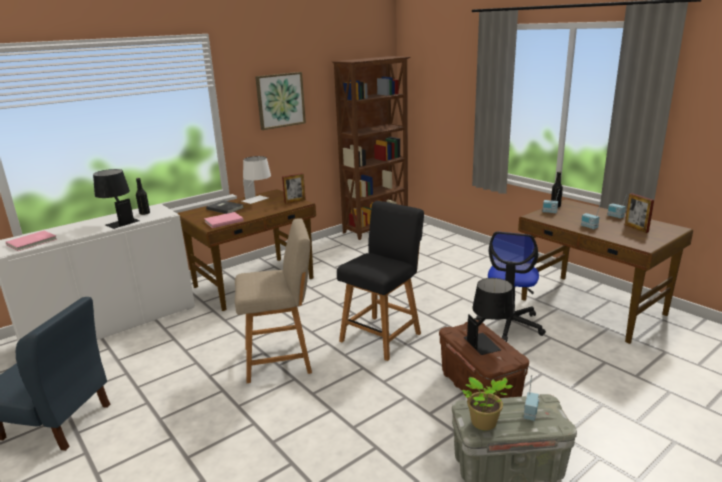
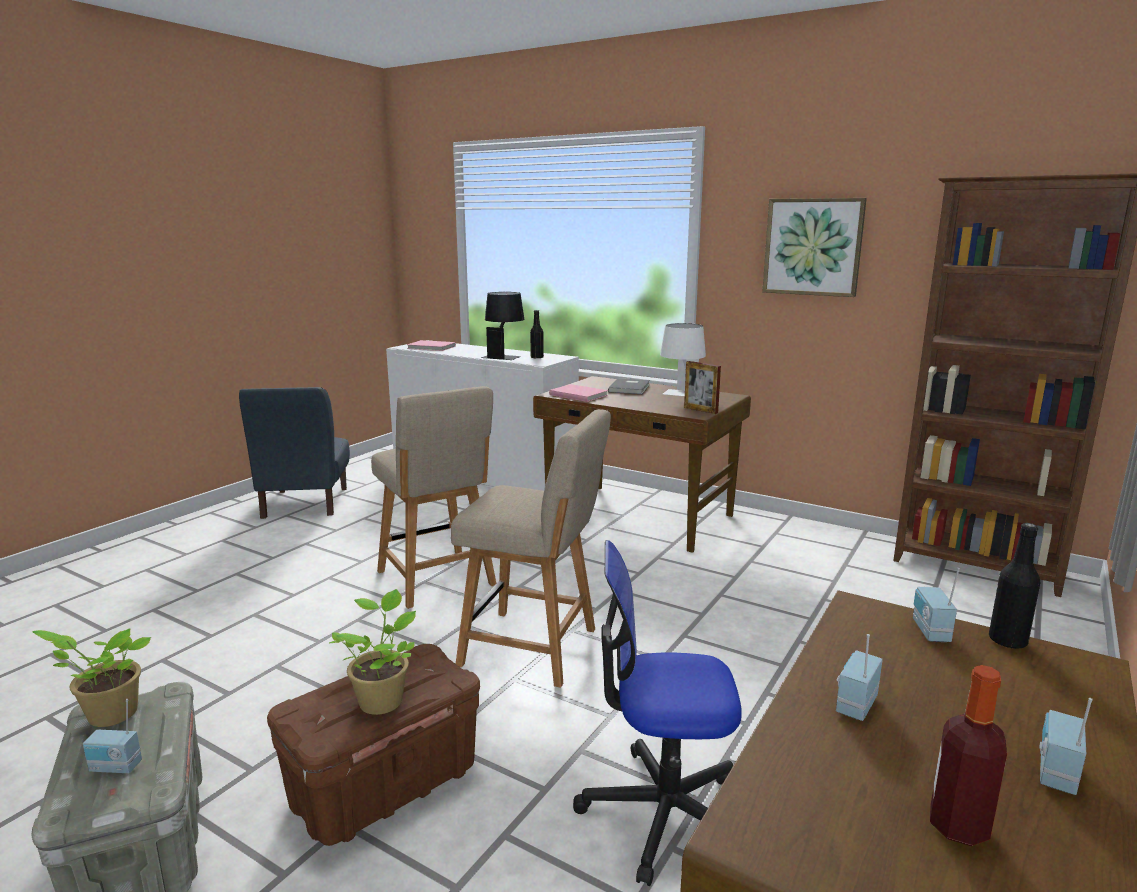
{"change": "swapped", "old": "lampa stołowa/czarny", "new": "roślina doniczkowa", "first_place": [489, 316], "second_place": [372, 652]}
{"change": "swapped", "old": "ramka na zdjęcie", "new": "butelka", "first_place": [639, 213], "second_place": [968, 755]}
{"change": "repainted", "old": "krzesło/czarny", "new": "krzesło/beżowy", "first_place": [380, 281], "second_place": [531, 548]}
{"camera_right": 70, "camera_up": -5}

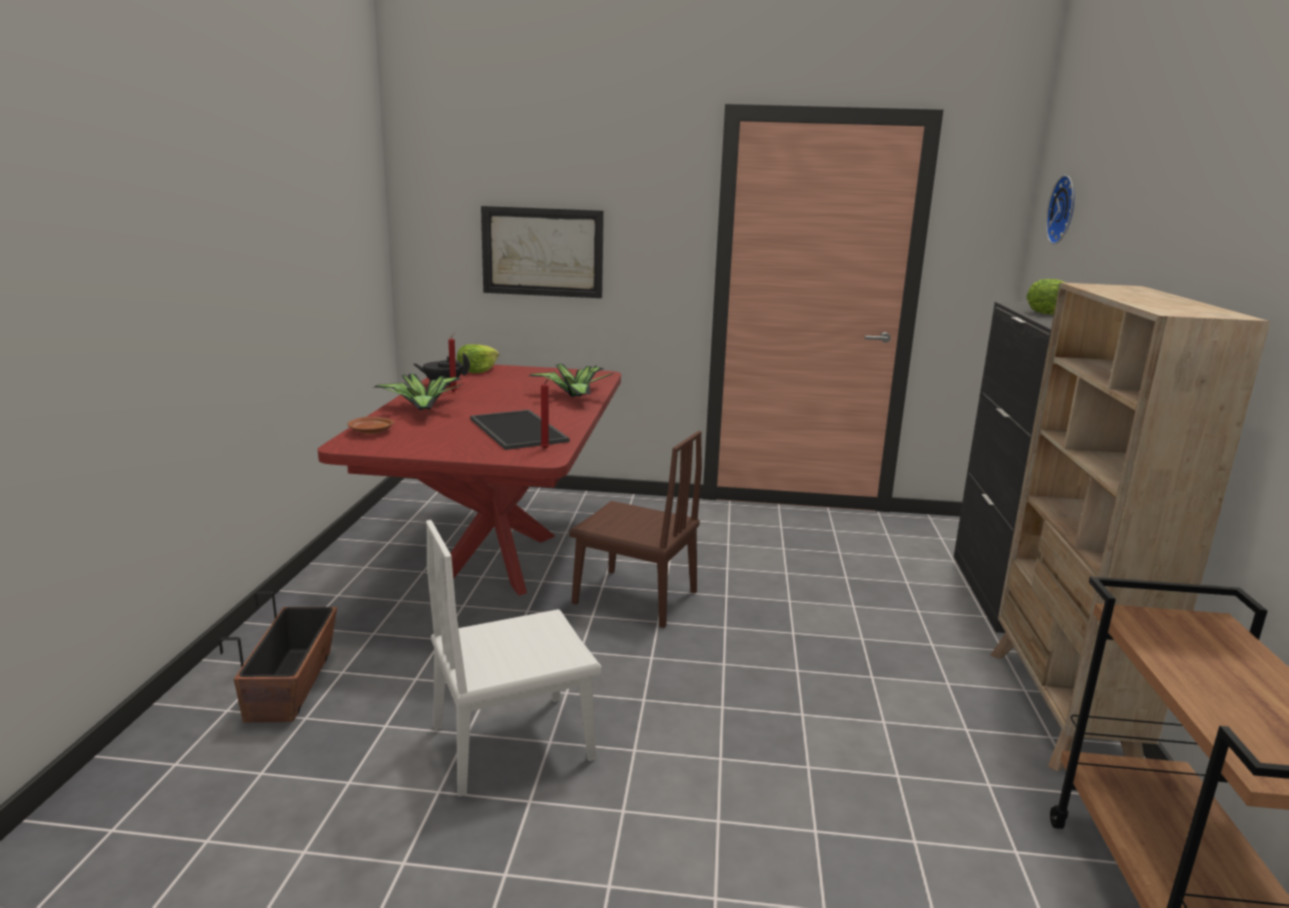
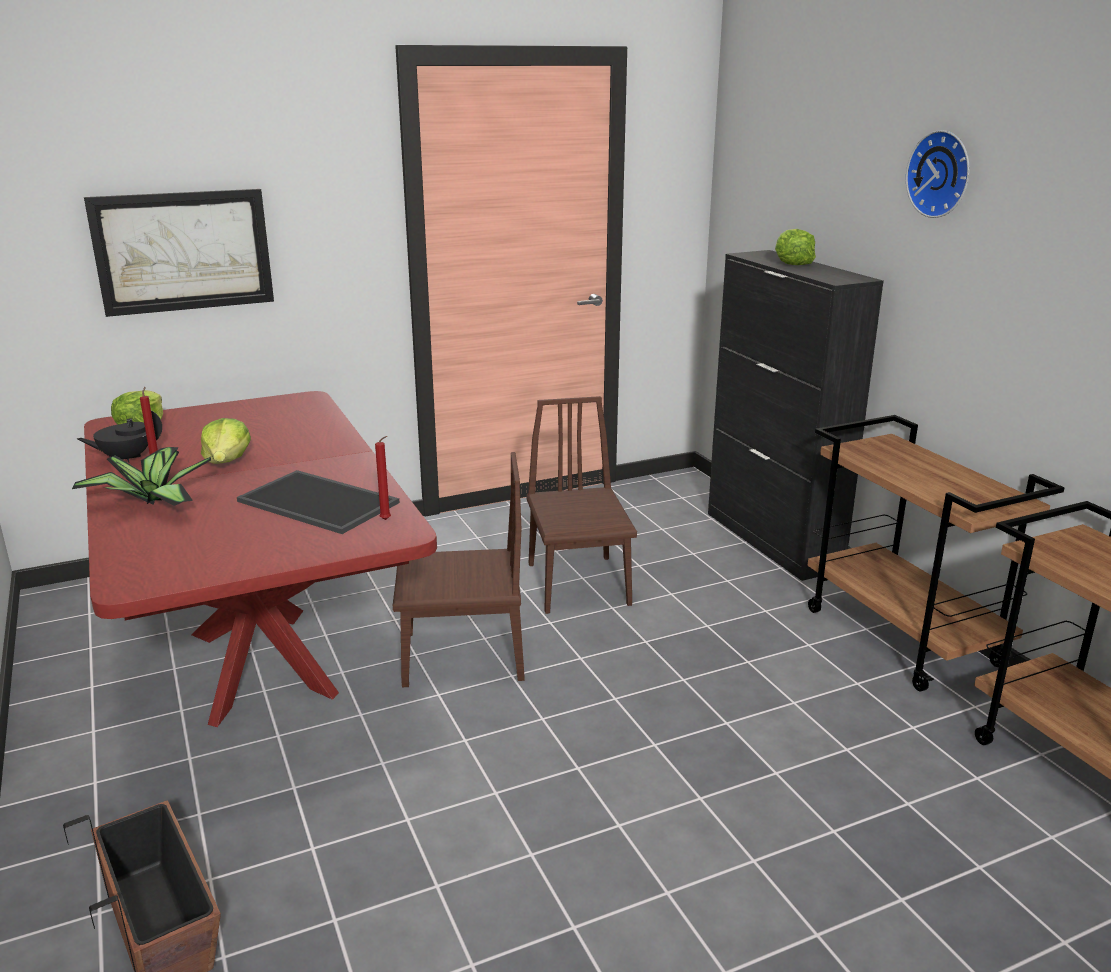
{"change": "gone", "old": "talerz/brązowy", "first_place": [371, 425]}
{"change": "gone", "old": "krzesło/biały", "first_place": [514, 658]}
{"change": "gone", "old": "roślina doniczkowa", "first_place": [571, 381]}
{"change": "new", "new": "sałata", "second_place": [226, 441]}
{"change": "new", "new": "krzesło/brązowy", "second_place": [581, 505]}
{"change": "shifted", "old": "zegar ścienny", "first_place": [1060, 209], "second_place": [938, 174]}
{"change": "swapped", "old": "regał/beżowy", "new": "wózek/brązowy", "first_place": [1131, 526], "second_place": [936, 553]}
{"camera_right": -30, "camera_up": 5}

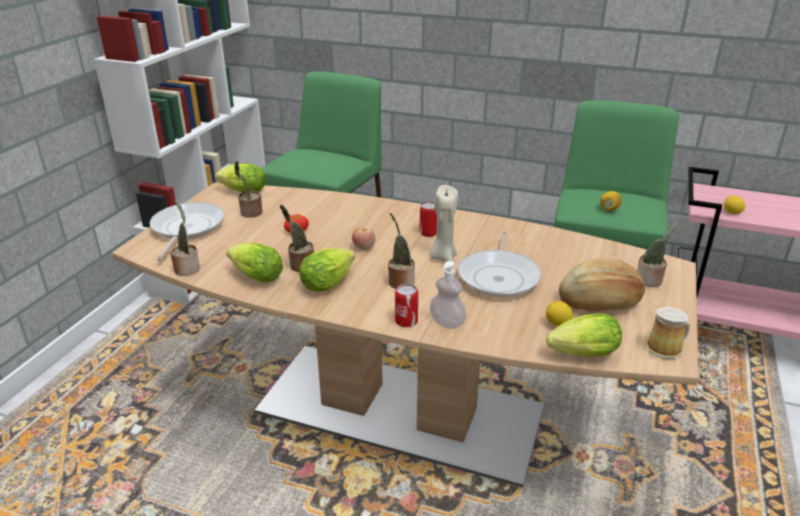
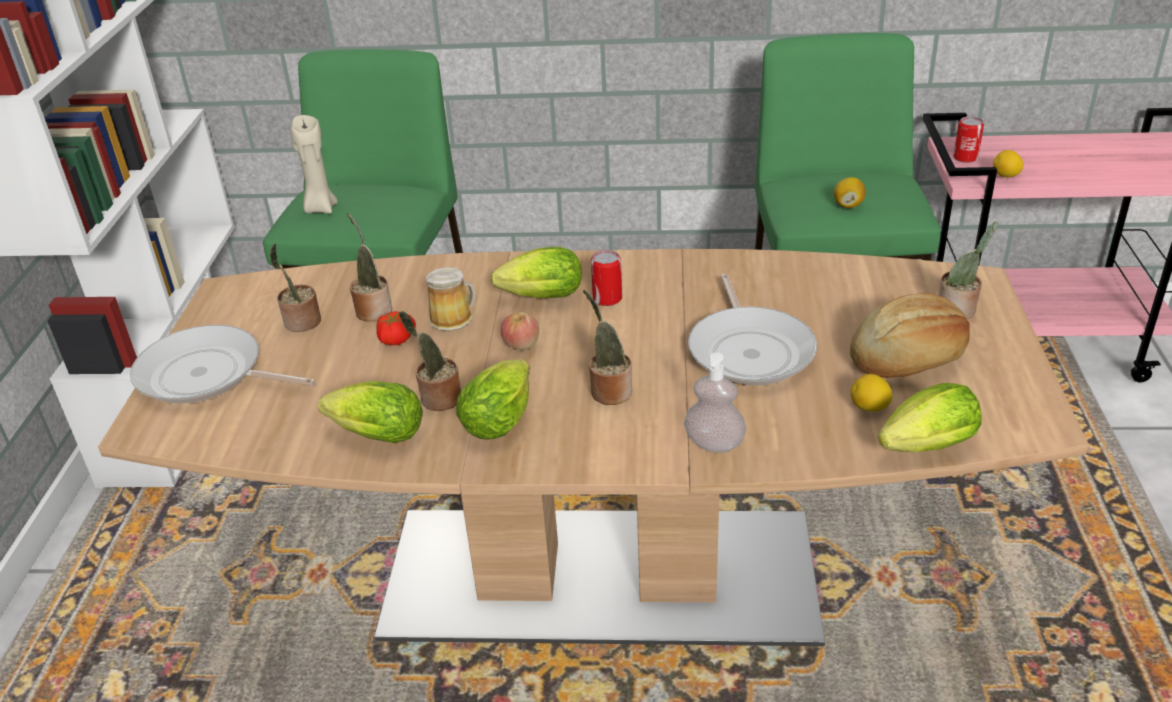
{"change": "shifted", "old": "roślina doniczkowa", "first_place": [185, 237], "second_place": [369, 267]}
{"change": "shifted", "old": "sałata", "first_place": [240, 177], "second_place": [536, 272]}
{"change": "shifted", "old": "puszka", "first_place": [406, 305], "second_place": [968, 140]}
{"change": "shifted", "old": "świeca/beżowy", "first_place": [444, 223], "second_place": [314, 164]}
{"change": "shifted", "old": "kubek", "first_place": [668, 333], "second_place": [450, 299]}
{"change": "rotated", "old": "patelnia", "first_place": [186, 231], "second_place": [223, 364], "degrees": -60}
{"camera_right": -15, "camera_up": 5}

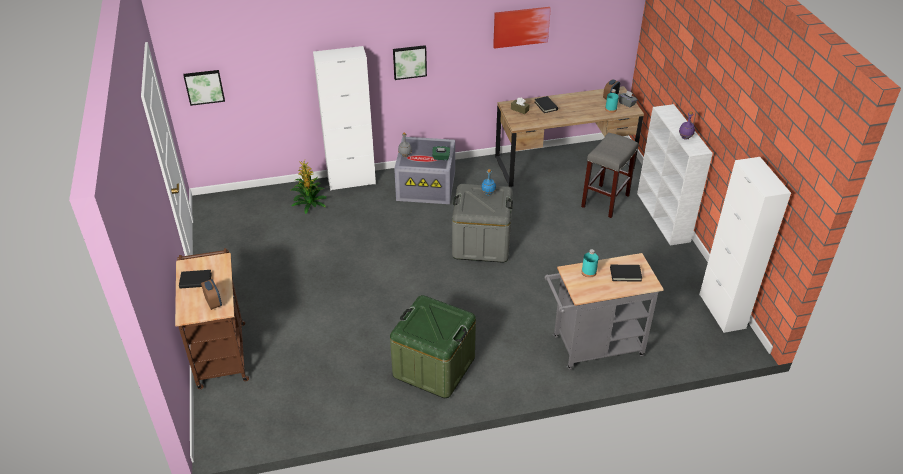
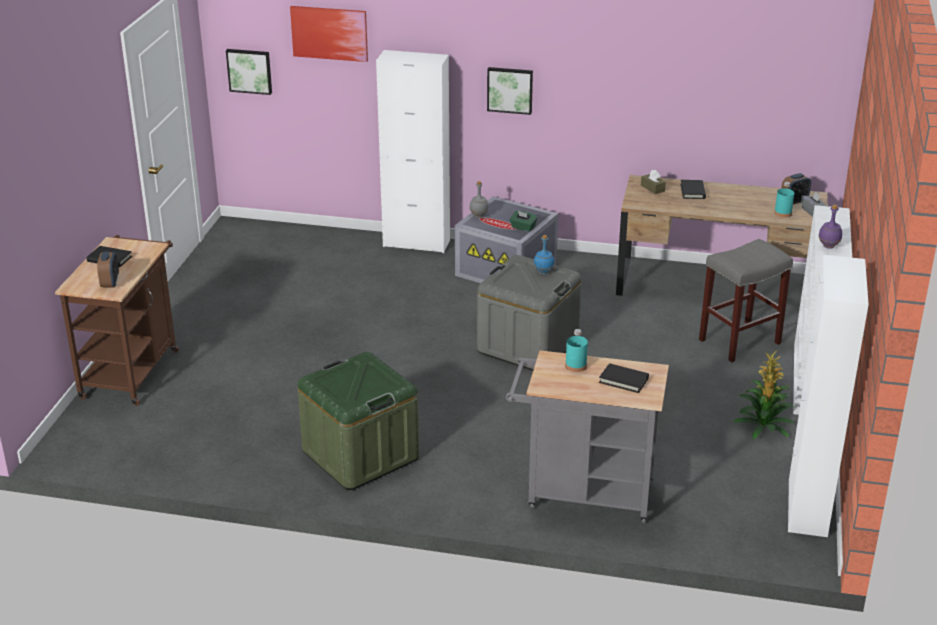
{"change": "shifted", "old": "roślina doniczkowa", "first_place": [309, 186], "second_place": [764, 395]}
{"change": "shifted", "old": "obraz", "first_place": [522, 28], "second_place": [329, 34]}
{"camera_right": 25, "camera_up": -10}

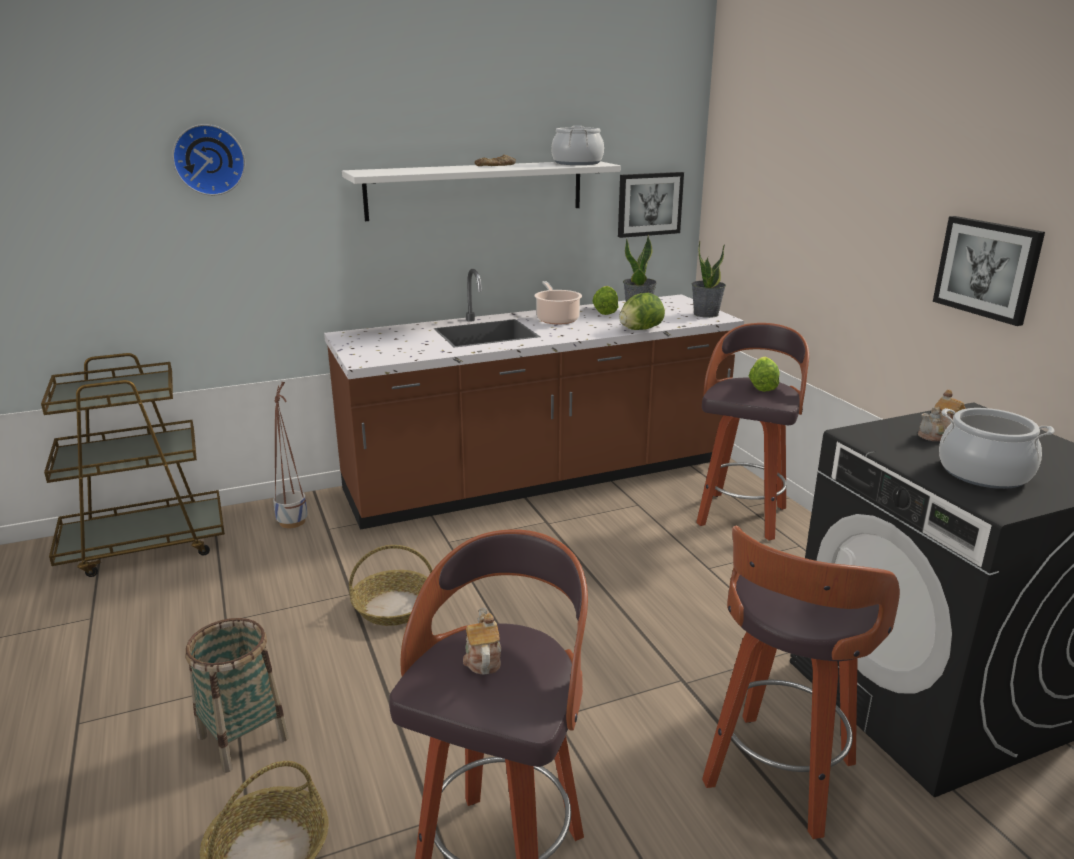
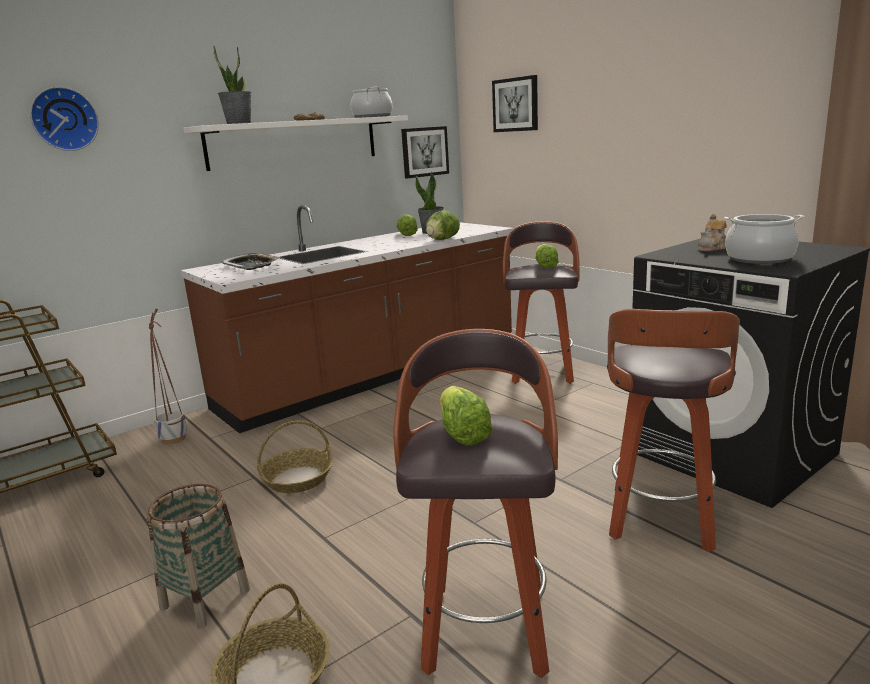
{"change": "gone", "old": "garnek", "first_place": [558, 303]}
{"change": "new", "new": "taca", "second_place": [250, 261]}
{"change": "shifted", "old": "roślina doniczkowa", "first_place": [708, 279], "second_place": [232, 85]}
{"change": "shifted", "old": "obraz", "first_place": [989, 271], "second_place": [515, 103]}
{"change": "swapped", "old": "imbryk", "new": "sałata", "first_place": [482, 641], "second_place": [466, 415]}
{"camera_right": -15, "camera_up": -5}

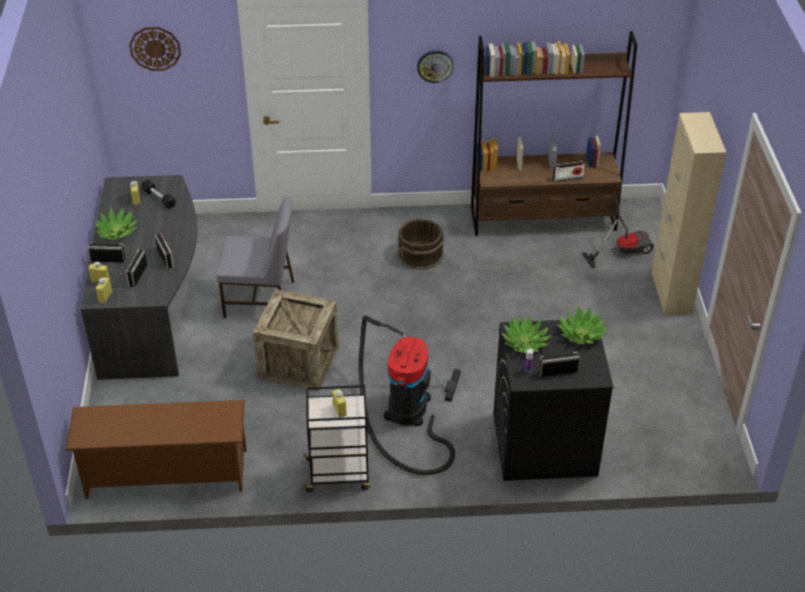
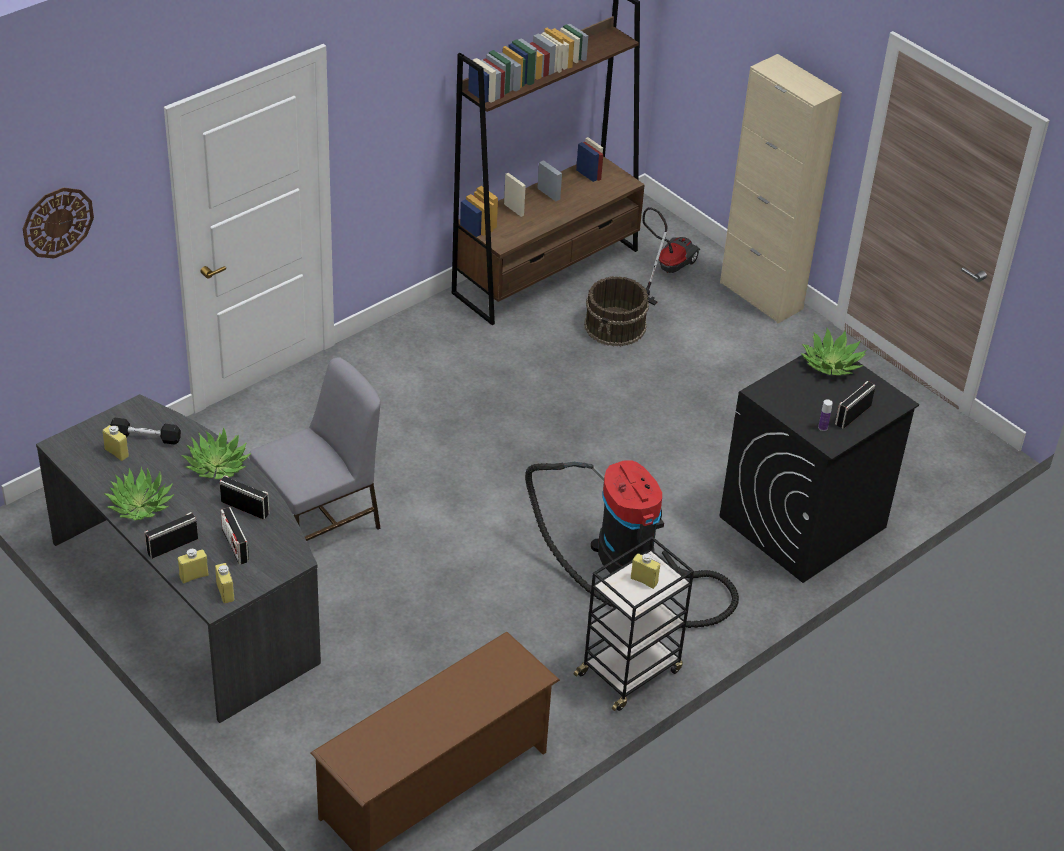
{"change": "gone", "old": "skrzynka", "first_place": [296, 340]}
{"change": "gone", "old": "zegar ścienny", "first_place": [435, 66]}
{"change": "gone", "old": "radio", "first_place": [569, 171]}
{"change": "shifted", "old": "wiadro/brązowy", "first_place": [421, 244], "second_place": [616, 311]}
{"change": "shifted", "old": "roślina doniczkowa", "first_place": [526, 333], "second_place": [216, 453]}
{"camera_right": -40, "camera_up": 0}

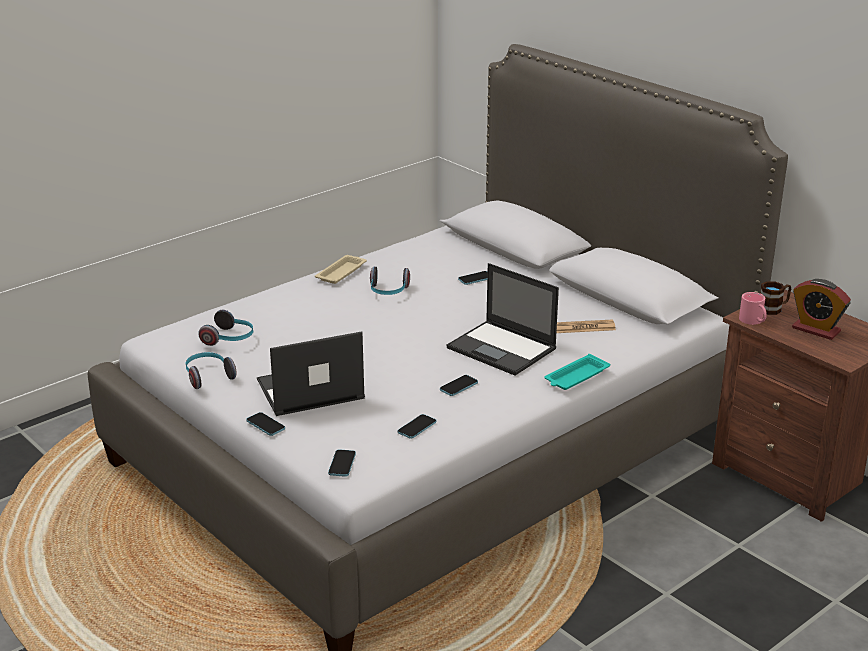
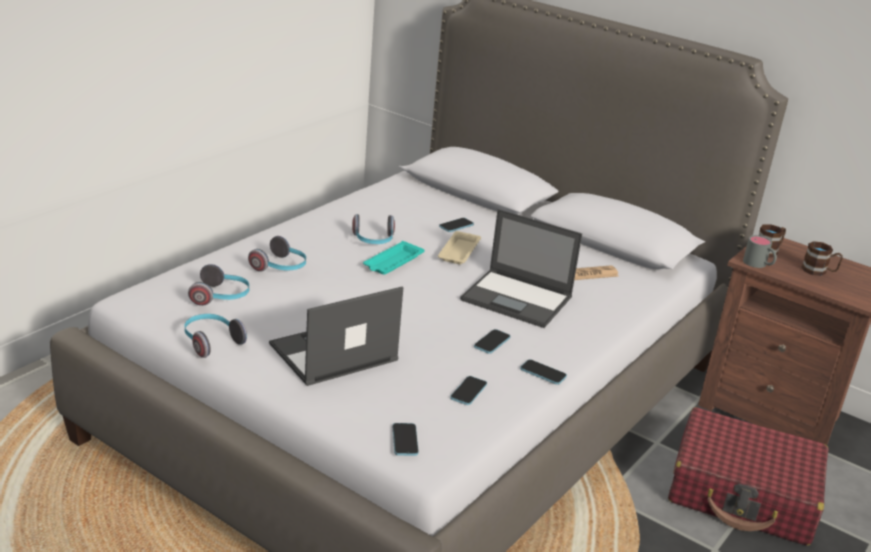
{"change": "new", "new": "słuchawki", "second_place": [277, 254]}
{"change": "new", "new": "walizka/czerwony", "second_place": [748, 476]}
{"change": "shifted", "old": "telefon", "first_place": [265, 424], "second_place": [543, 372]}
{"change": "shifted", "old": "taca/beżowy", "first_place": [341, 269], "second_place": [459, 247]}
{"change": "shifted", "old": "taca/turkusowy", "first_place": [577, 372], "second_place": [394, 258]}
{"change": "swapped", "old": "budzik", "new": "kubek/brązowy", "first_place": [821, 309], "second_place": [822, 258]}
{"change": "repainted", "old": "kubek/różowy", "new": "kubek/szary", "first_place": [753, 308], "second_place": [760, 251]}
{"camera_right": -15, "camera_up": 0}

